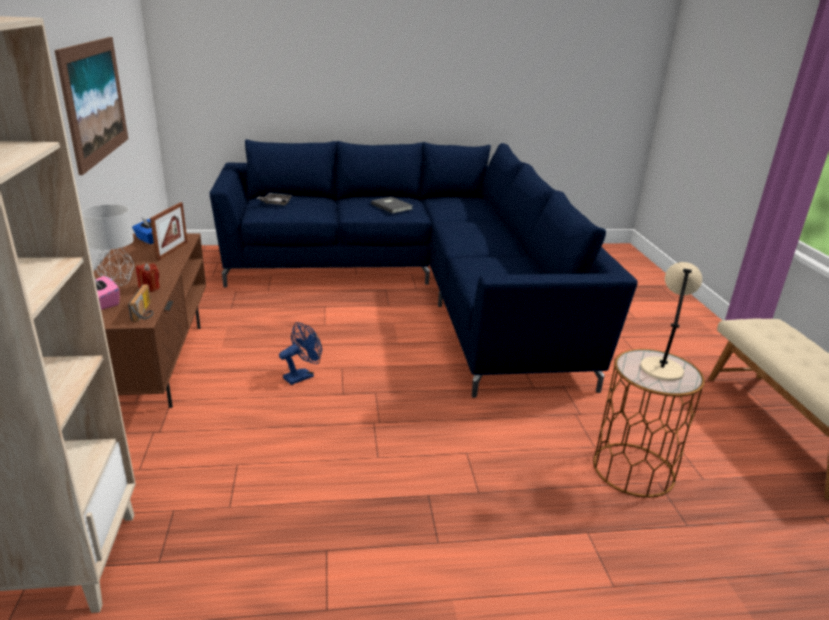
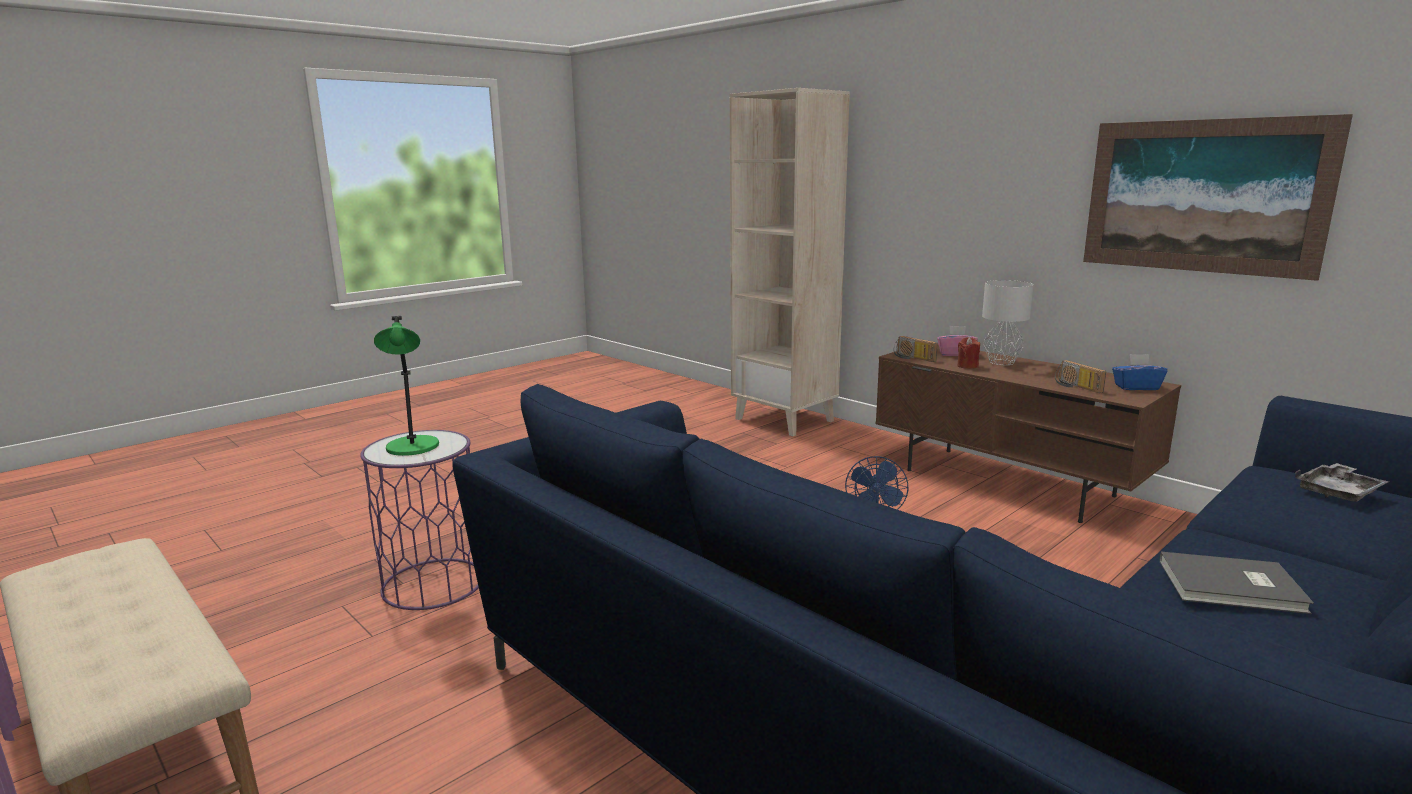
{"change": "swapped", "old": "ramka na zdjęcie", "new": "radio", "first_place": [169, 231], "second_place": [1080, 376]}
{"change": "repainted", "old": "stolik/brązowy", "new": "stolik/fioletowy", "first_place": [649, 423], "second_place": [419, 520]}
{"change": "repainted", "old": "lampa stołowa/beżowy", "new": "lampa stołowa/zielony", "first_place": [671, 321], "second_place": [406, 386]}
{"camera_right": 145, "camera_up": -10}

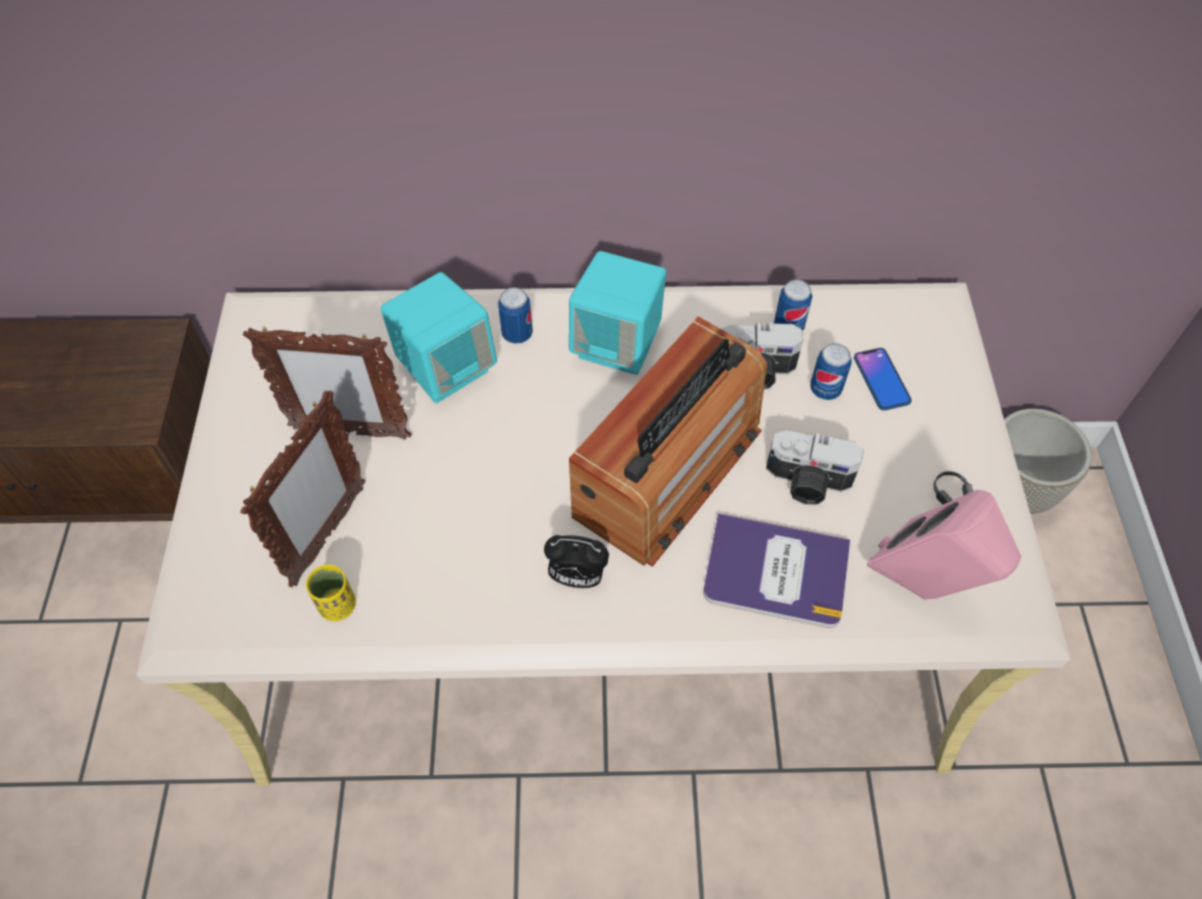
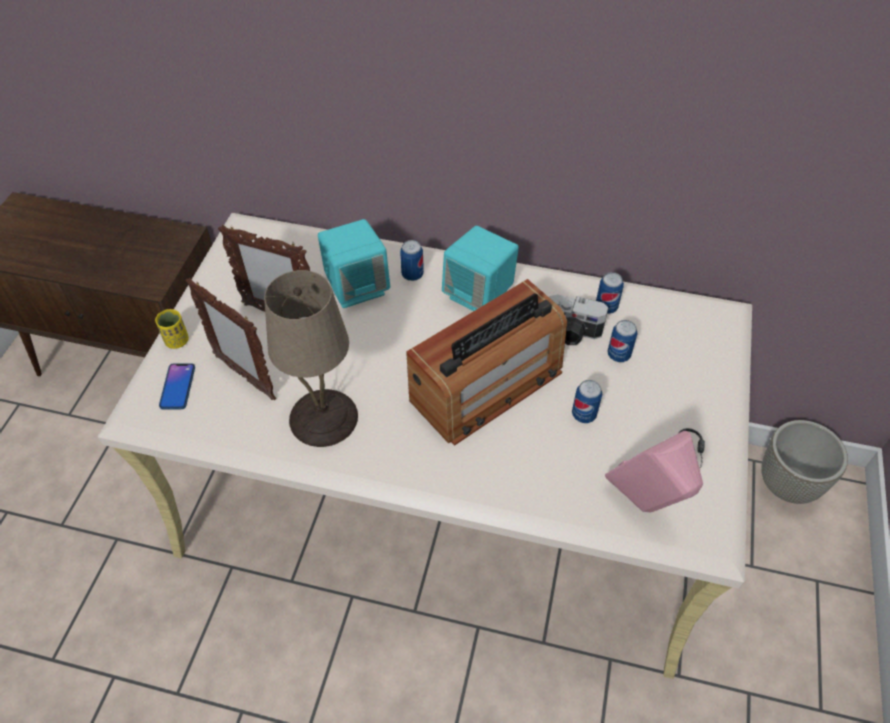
{"change": "gone", "old": "budzik", "first_place": [576, 561]}
{"change": "gone", "old": "książka", "first_place": [776, 570]}
{"change": "new", "new": "lampa stołowa/beżowy", "second_place": [311, 358]}
{"change": "shifted", "old": "filiżanka/żółty", "first_place": [331, 593], "second_place": [172, 329]}
{"change": "shifted", "old": "telefon", "first_place": [883, 379], "second_place": [177, 386]}
{"change": "swapped", "old": "aparat fotograficzny", "new": "puszka", "first_place": [815, 467], "second_place": [587, 401]}
{"change": "rotated", "old": "ramka na zdjęcie", "first_place": [303, 489], "second_place": [230, 339], "degrees": 90}
{"camera_right": 15, "camera_up": -5}

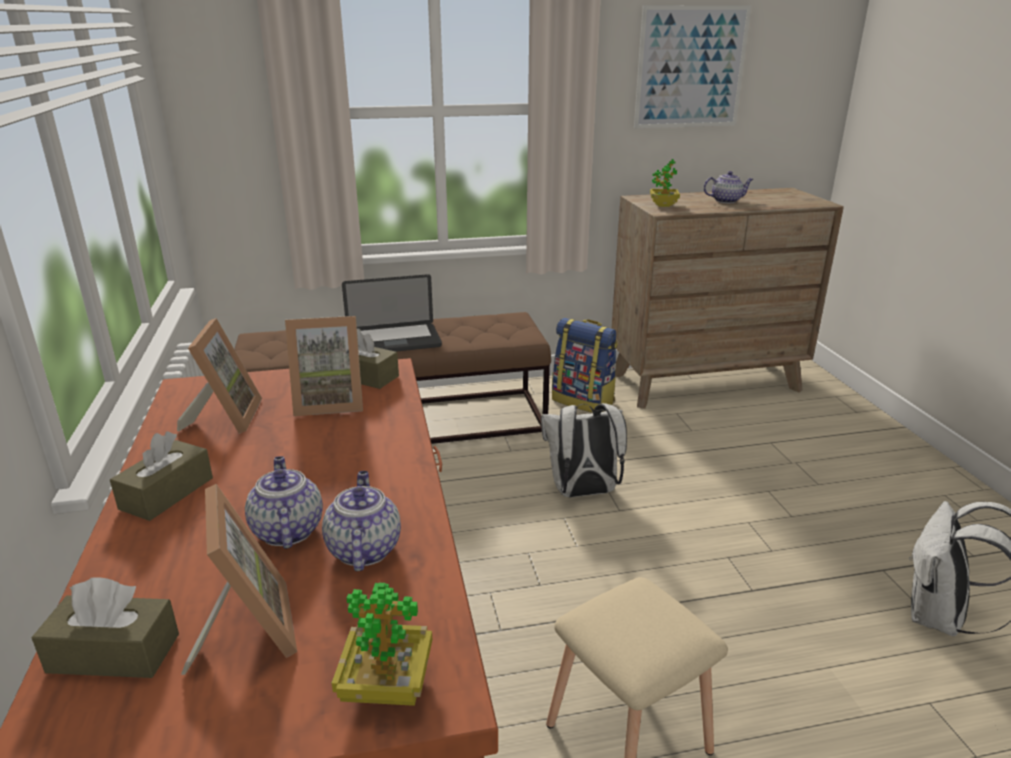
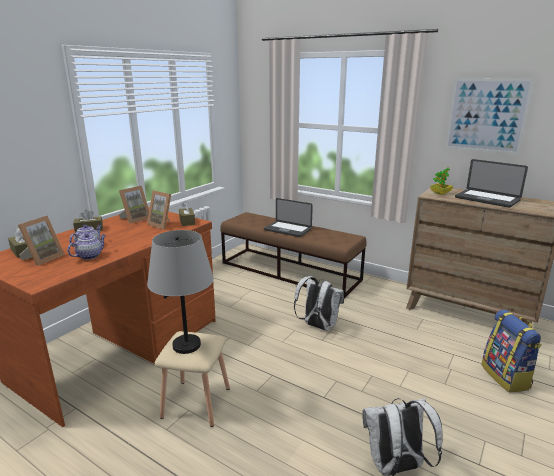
{"change": "gone", "old": "roślina doniczkowa", "first_place": [382, 644]}
{"change": "new", "new": "lampa stołowa/szary", "second_place": [180, 292]}
{"change": "shifted", "old": "plecak", "first_place": [585, 365], "second_place": [511, 351]}
{"change": "swapped", "old": "imbryk", "new": "laptop", "first_place": [728, 187], "second_place": [491, 183]}
{"camera_right": 45, "camera_up": -5}

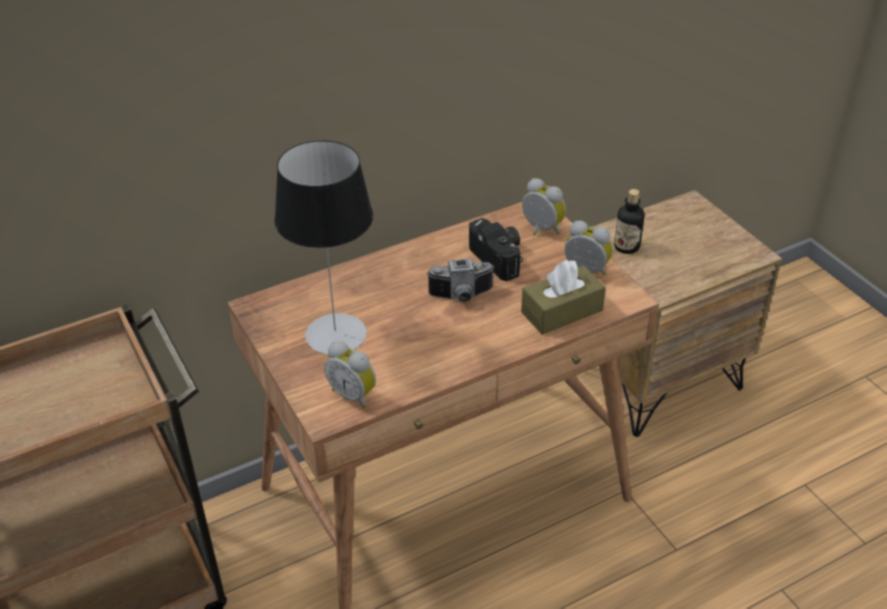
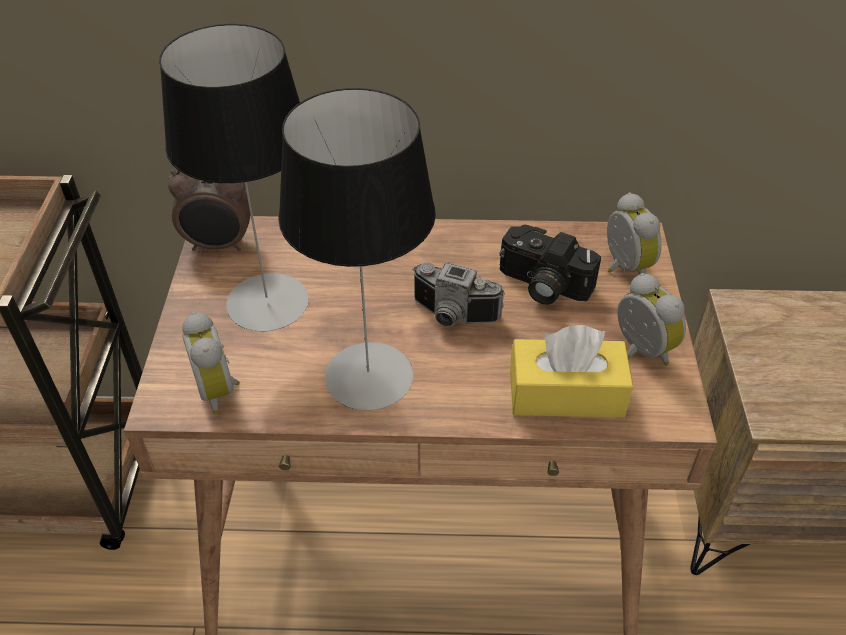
{"change": "gone", "old": "butelka", "first_place": [629, 221]}
{"change": "new", "new": "budzik", "second_place": [209, 210]}
{"change": "new", "new": "lampa stołowa", "second_place": [357, 249]}
{"change": "repainted", "old": "pudełko chusteczek/brązowy", "new": "pudełko chusteczek/żółty", "first_place": [563, 297], "second_place": [571, 371]}
{"change": "rotated", "old": "aparat fotograficzny", "first_place": [496, 250], "second_place": [550, 265], "degrees": 120}
{"camera_right": 30, "camera_up": 5}

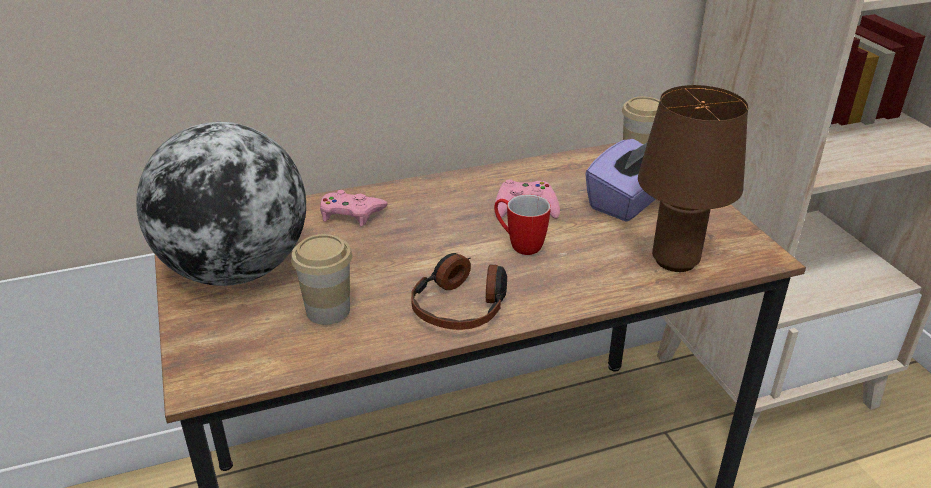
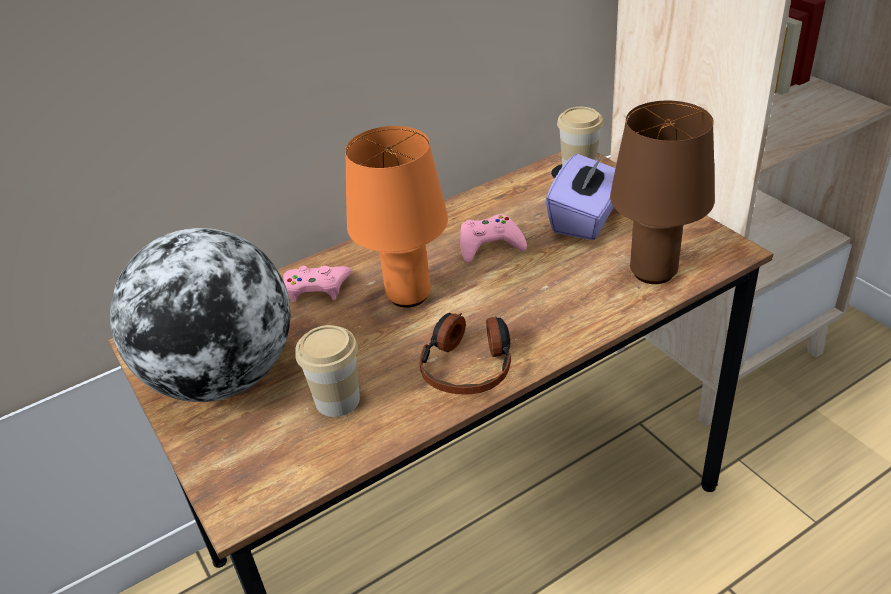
{"change": "gone", "old": "kubek", "first_place": [522, 224]}
{"change": "new", "new": "lampa stołowa/pomarańczowy", "second_place": [396, 217]}
{"camera_right": -10, "camera_up": 5}

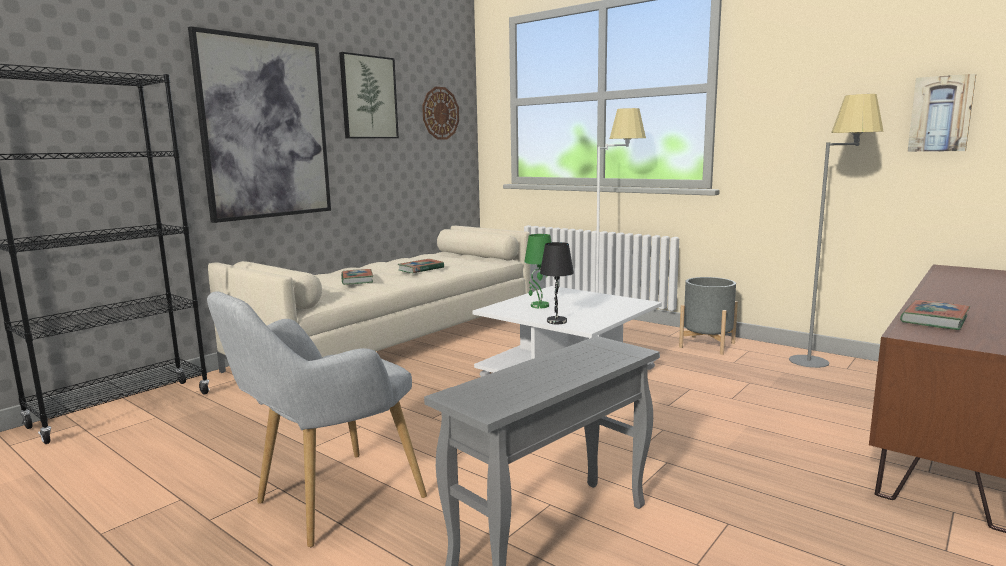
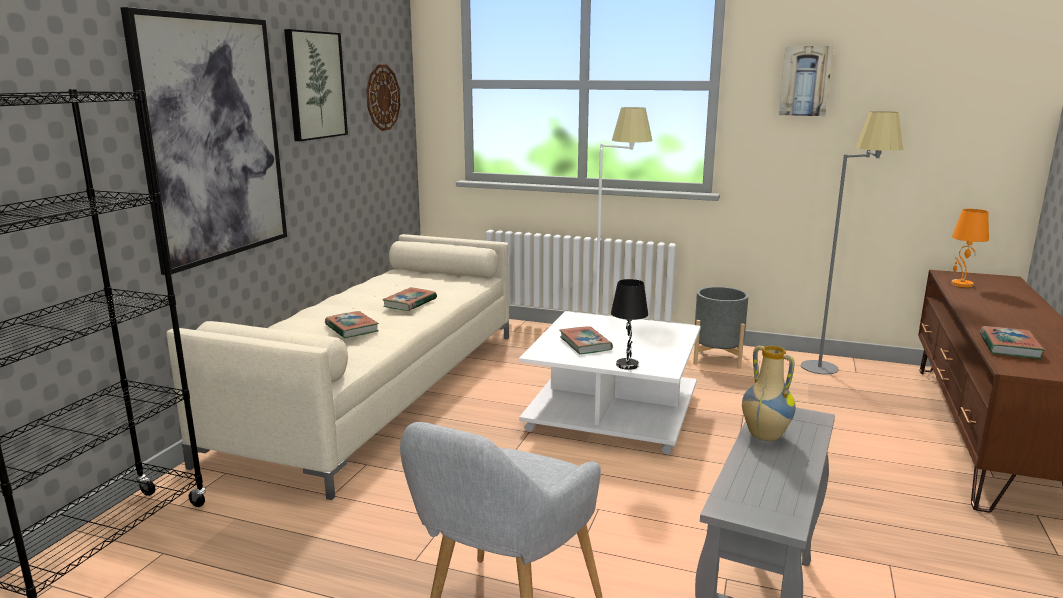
{"change": "new", "new": "wazon", "second_place": [769, 393]}
{"change": "new", "new": "lampa stołowa/pomarańczowy", "second_place": [970, 248]}
{"change": "shifted", "old": "obraz", "first_place": [941, 113], "second_place": [806, 81]}
{"change": "swapped", "old": "lampa stołowa/zielony", "new": "książka", "first_place": [537, 271], "second_place": [586, 340]}
{"camera_right": -20, "camera_up": 5}

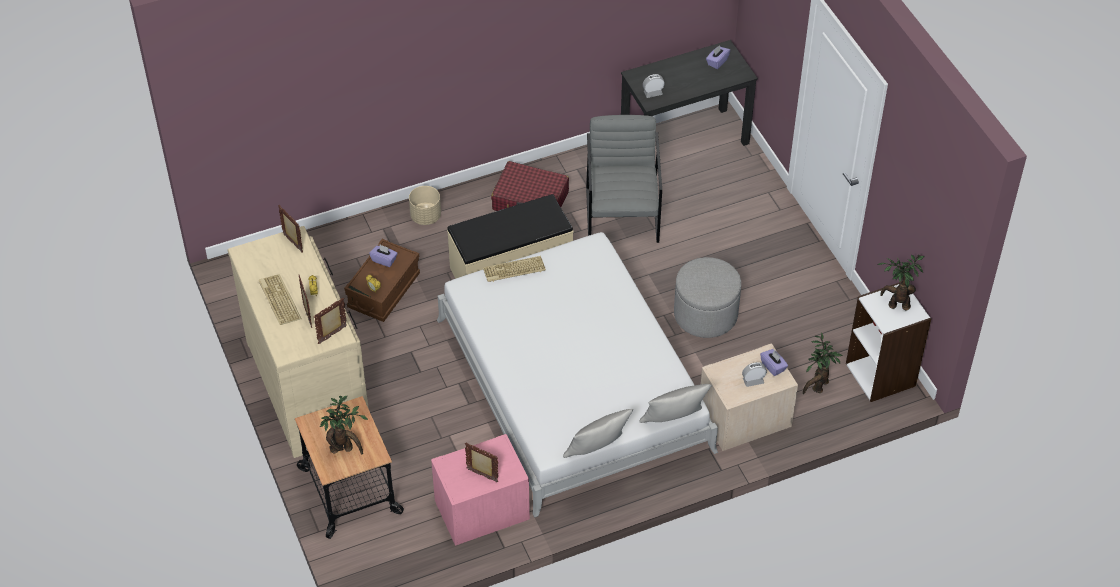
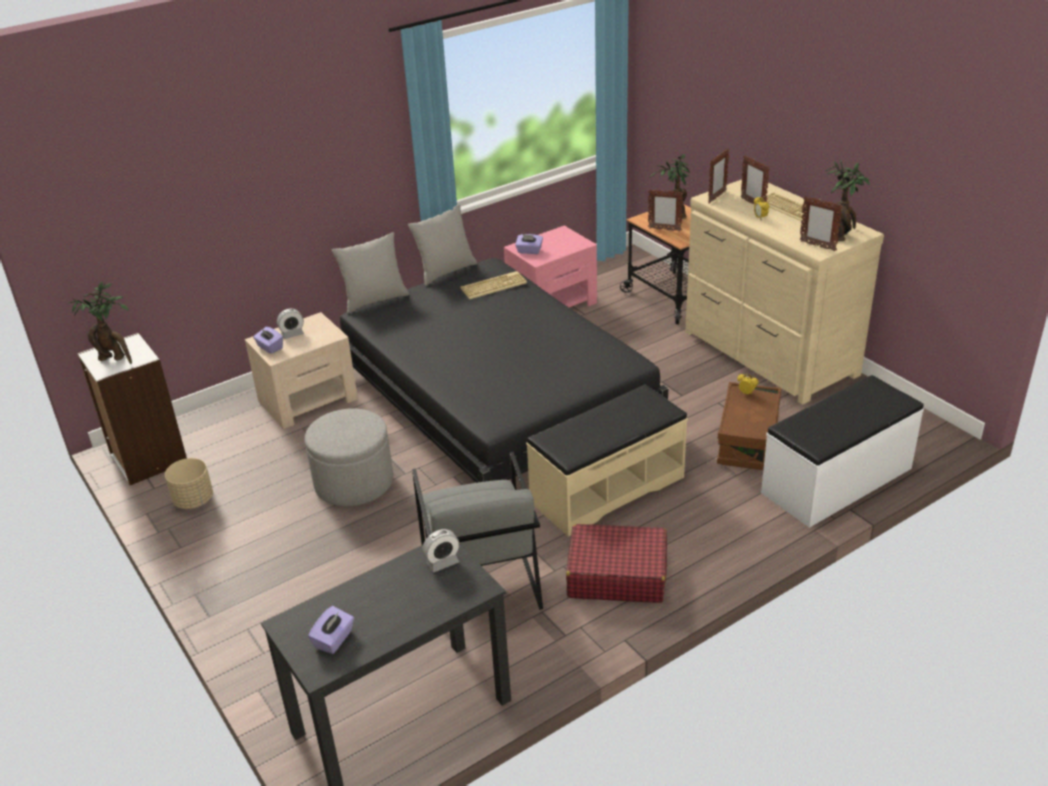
{"change": "new", "new": "ławka/biały", "second_place": [842, 451]}
{"change": "shifted", "old": "pudełko chusteczek/fioletowy", "first_place": [383, 256], "second_place": [529, 244]}
{"change": "shifted", "old": "donica/beżowy", "first_place": [425, 205], "second_place": [189, 483]}
{"change": "shifted", "old": "ramka na zdjęcie", "first_place": [481, 462], "second_place": [666, 210]}
{"change": "shifted", "old": "klawiatura", "first_place": [514, 269], "second_place": [493, 285]}
{"change": "shifted", "old": "roślina doniczkowa", "first_place": [823, 363], "second_place": [848, 200]}
{"change": "repainted", "old": "łóżko/biały", "new": "łóżko/czarny", "first_place": [577, 374], "second_place": [504, 370]}
{"camera_right": 170, "camera_up": -15}

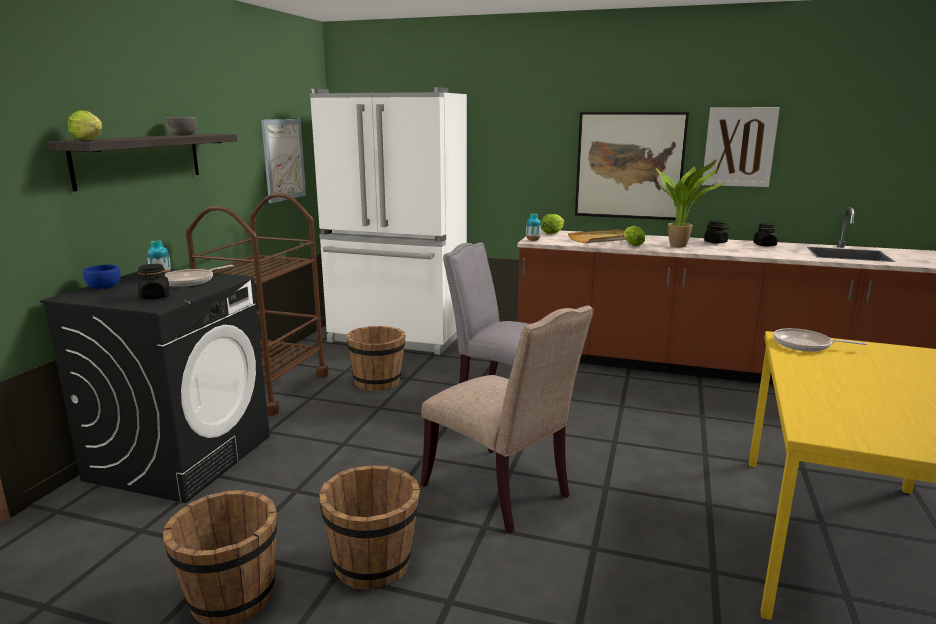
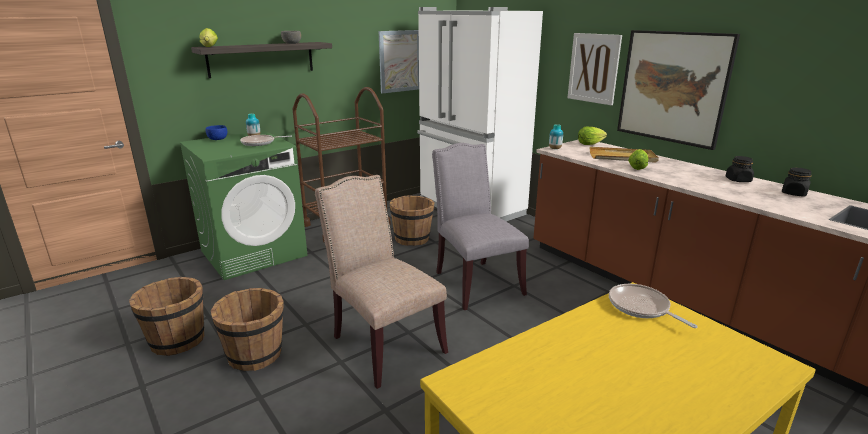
{"change": "gone", "old": "słoik/czarny", "first_place": [154, 281]}
{"change": "gone", "old": "roślina doniczkowa", "first_place": [690, 203]}
{"change": "shifted", "old": "obraz", "first_place": [741, 147], "second_place": [595, 69]}
{"change": "repainted", "old": "pralka/czarny", "new": "pralka/zielony", "first_place": [155, 386], "second_place": [243, 205]}
{"change": "rotated", "old": "krzesło/beżowy", "first_place": [507, 419], "second_place": [381, 282], "degrees": 150}
{"camera_right": 35, "camera_up": 5}

